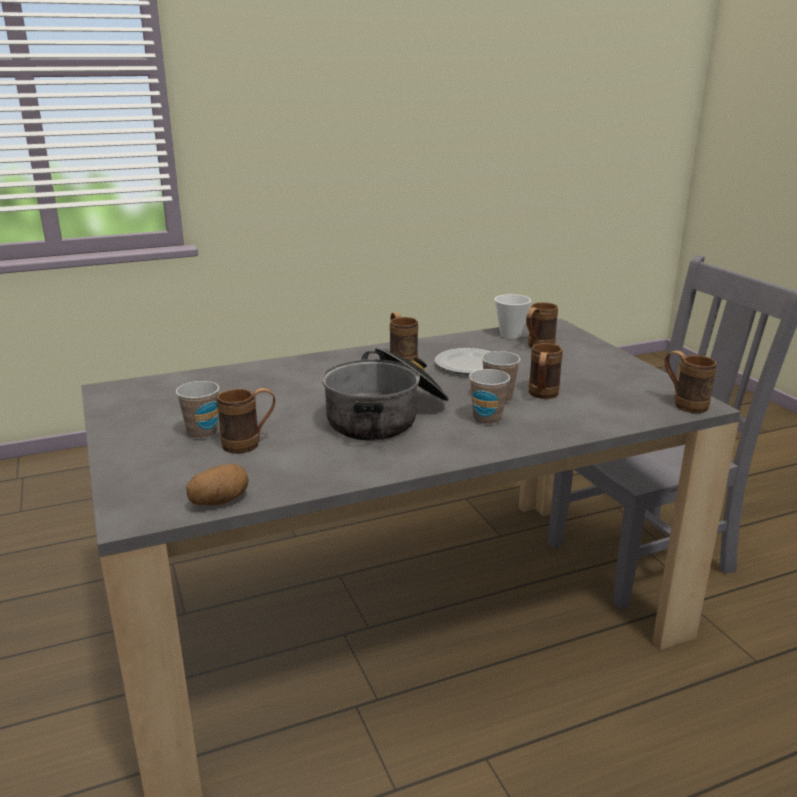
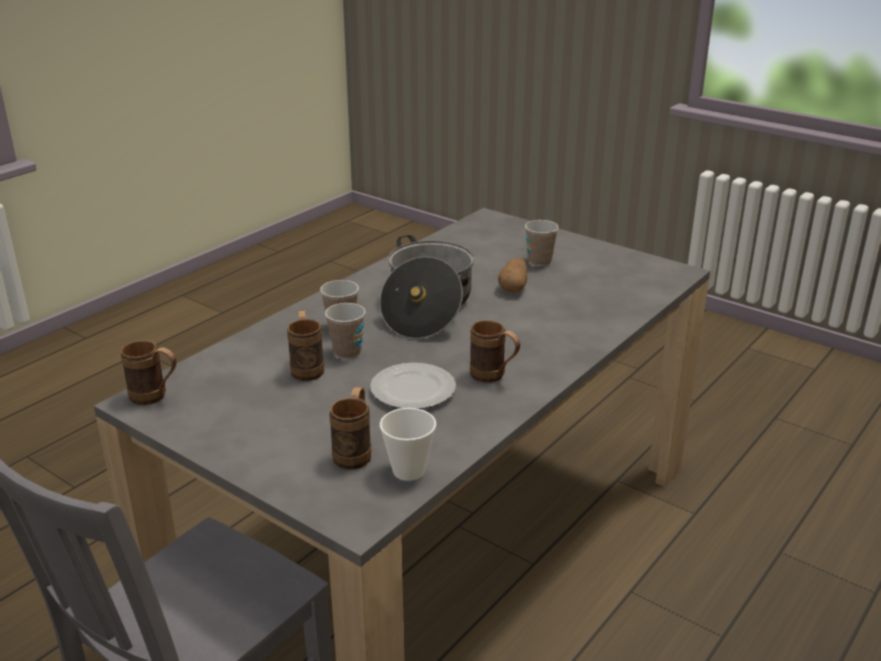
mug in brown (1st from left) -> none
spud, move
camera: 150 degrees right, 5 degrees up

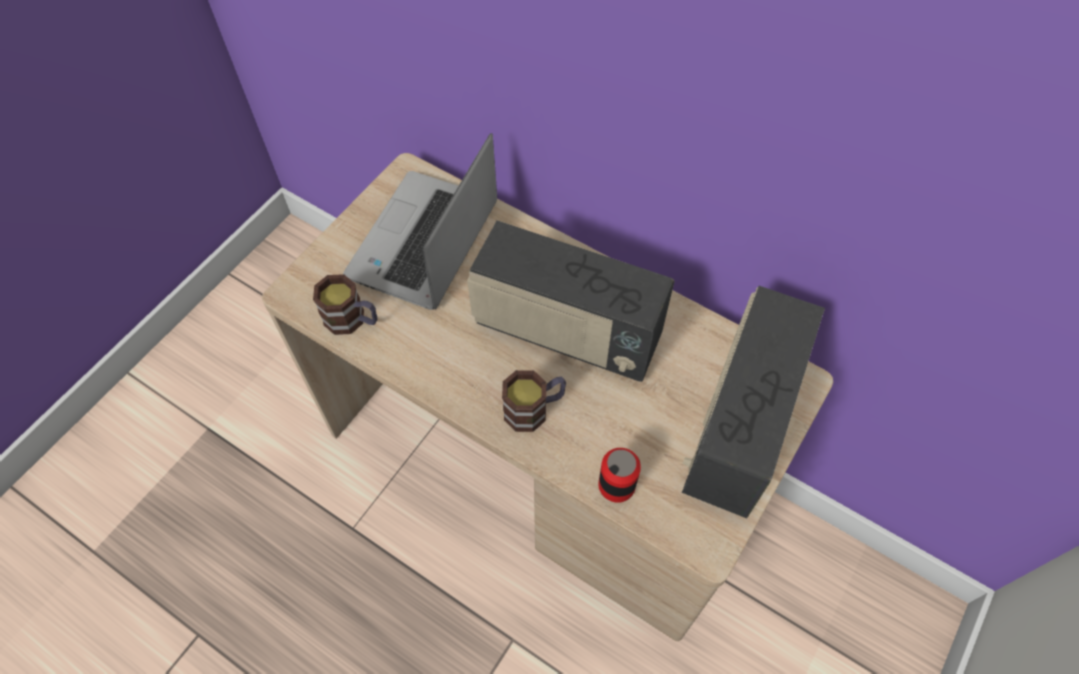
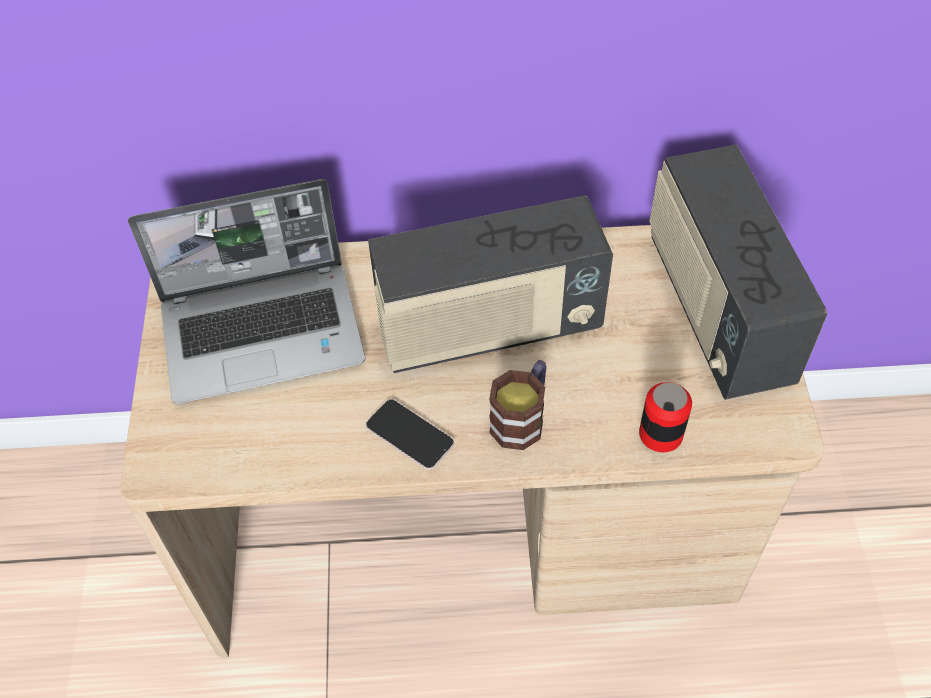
portable computer, 90 degrees counterclockwise
mug (1st from left) -> none
none -> phone
camera: 35 degrees left, 5 degrees down

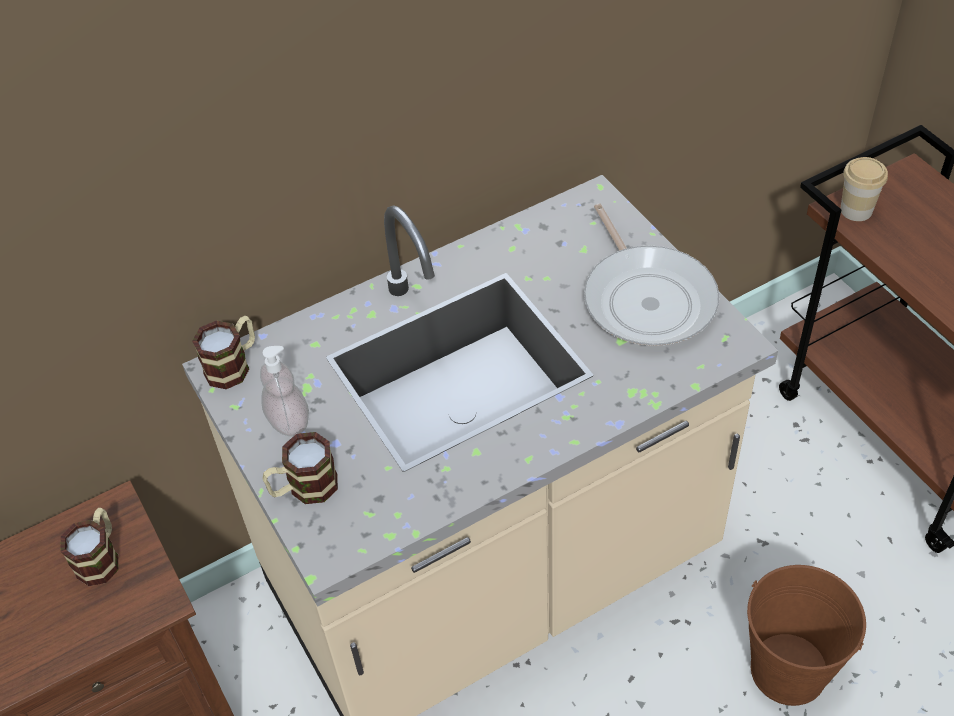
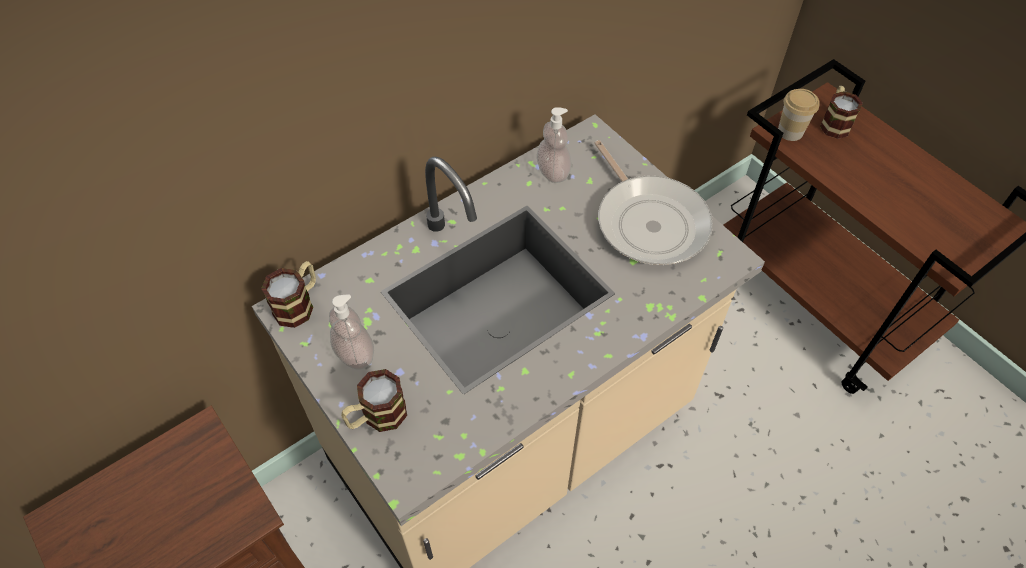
mug (1st from left in the first image) -> mug (3rd from left), move
bucket in brown -> none
none -> liquid soap bottle (2nd from left)
camera: 10 degrees left, 5 degrees up

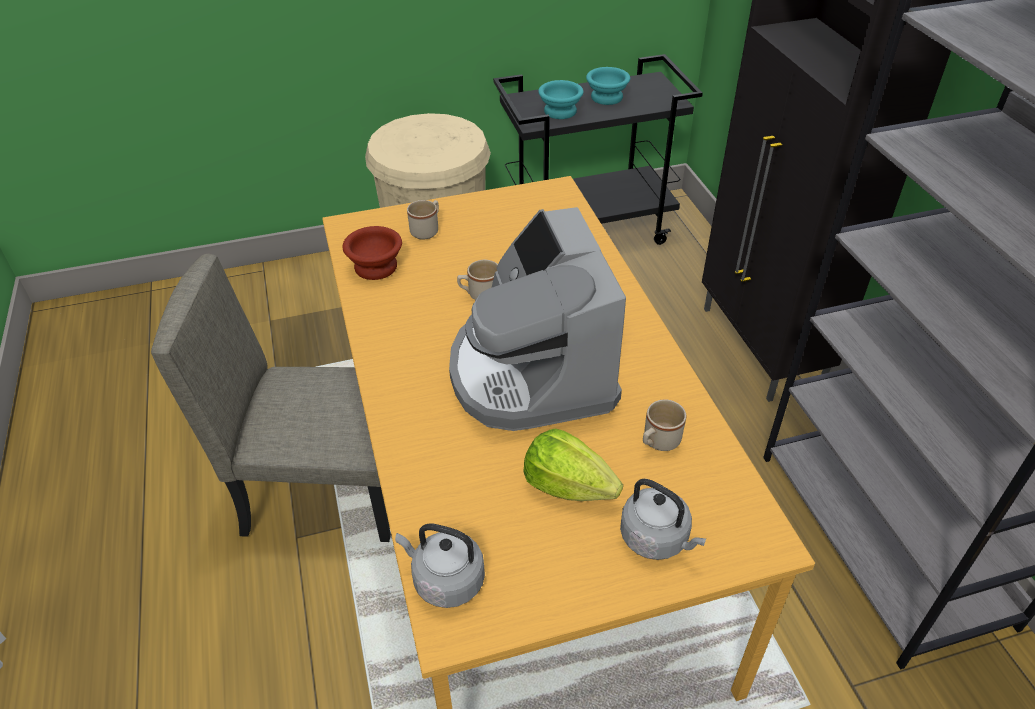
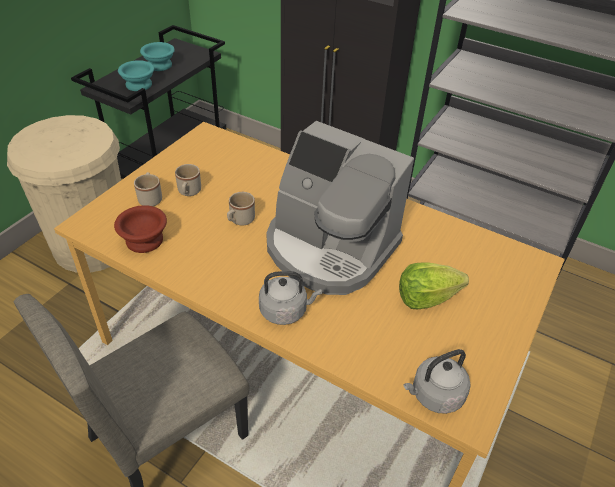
mug in beige-coloured (3rd from left in the first image) -> mug in beige-coloured (2nd from left), move
water kettle in grey (2nd from left in the first image) -> water kettle in grey (1st from left), move
camera: 45 degrees left, 0 degrees up

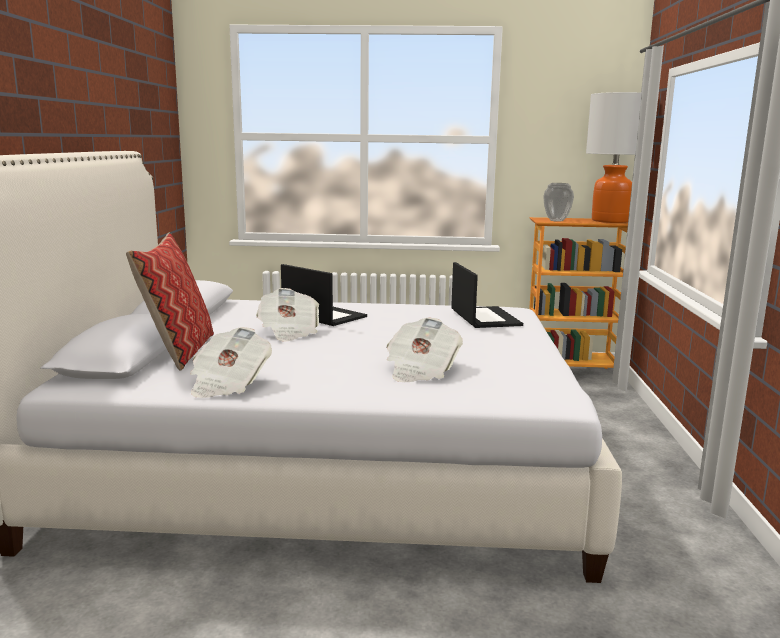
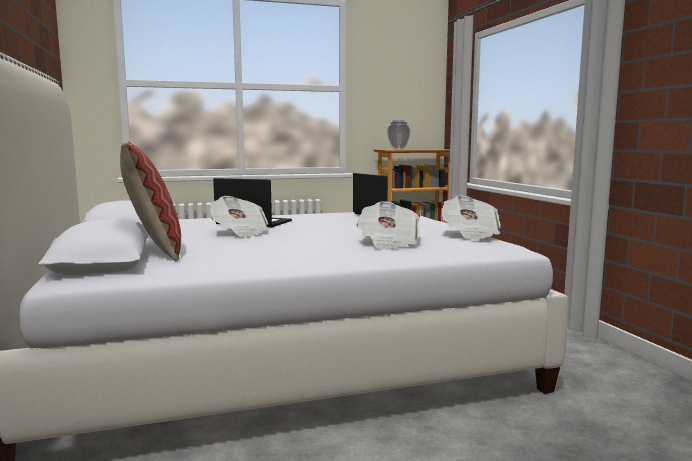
tabletop lamp -> none
daily paper (1st from left in the first image) -> daily paper (3rd from left), move
camera: 20 degrees left, 5 degrees down

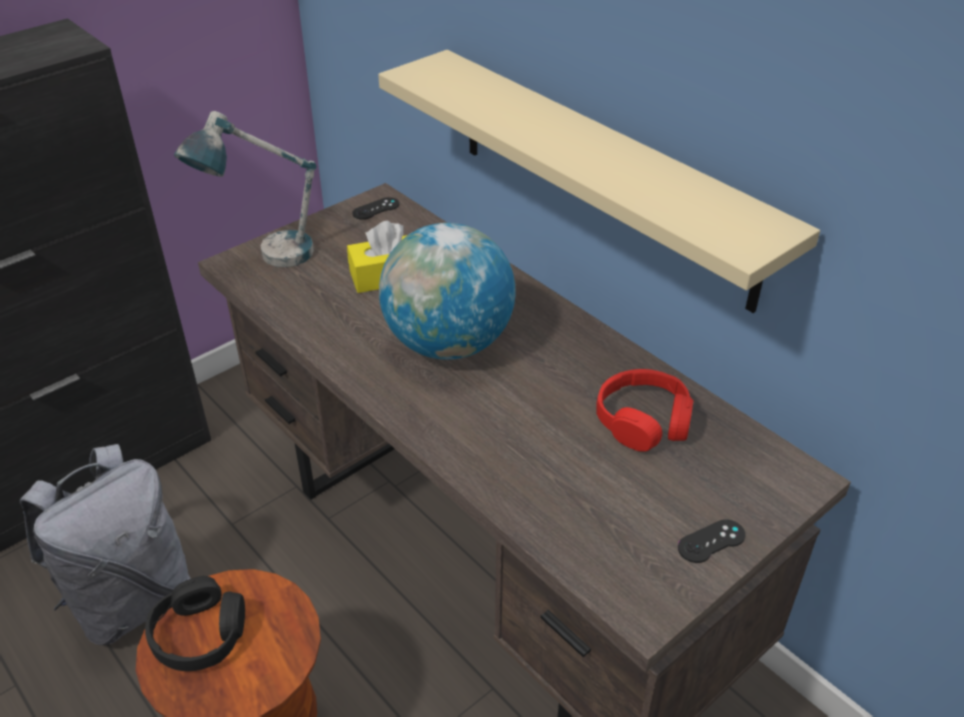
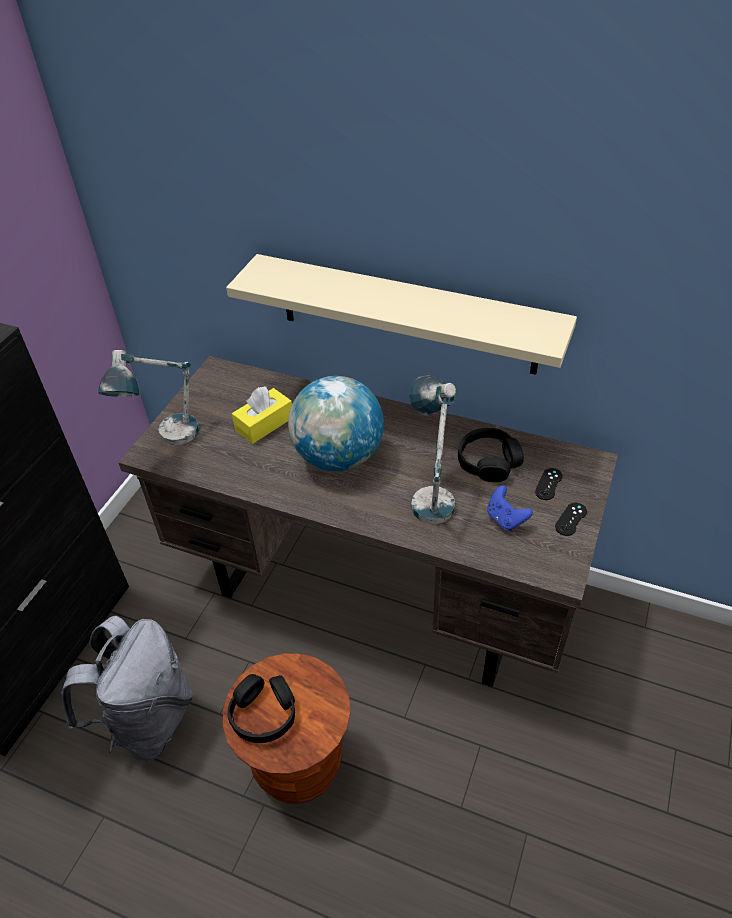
gamepad in black-coloured (1st from left), move
headset in red-coloured -> headset in black-coloured (2nd from left)
none -> tabletop lamp (2nd from left)
none -> gamepad in bluish
camera: 25 degrees left, 5 degrees up

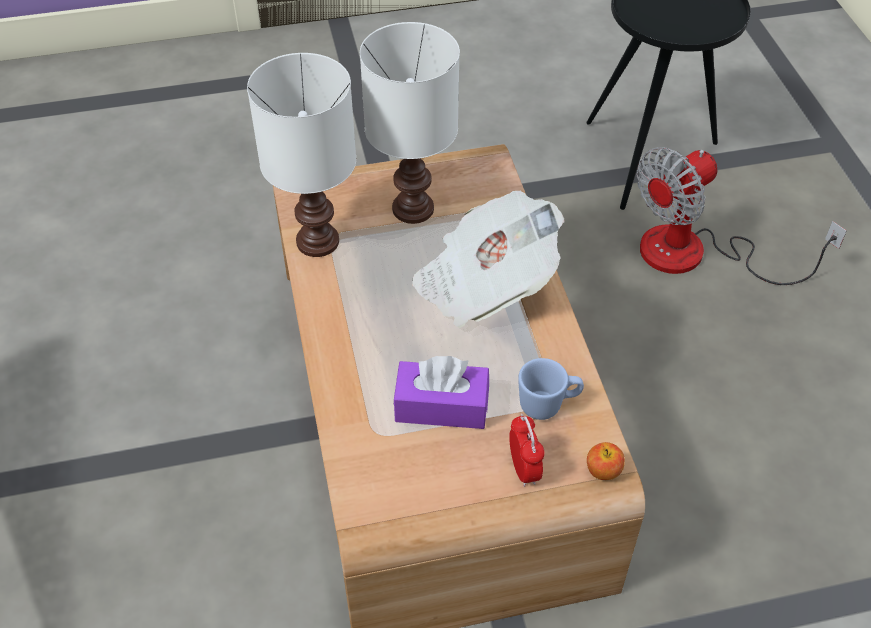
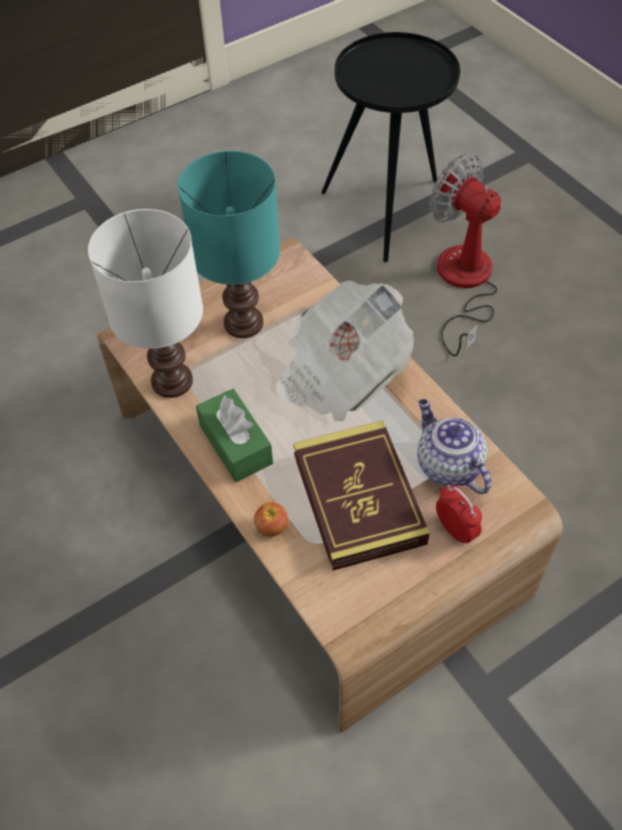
tabletop lamp in white-coloured (2nd from left) -> tabletop lamp in turquoise
cooling fan, 105 degrees clockwise
box of tissues in purplish -> bound book
mug in bluish -> pot for tea
apple fruit, move
none -> box of tissues in green-coloured
camera: 20 degrees left, 5 degrees up

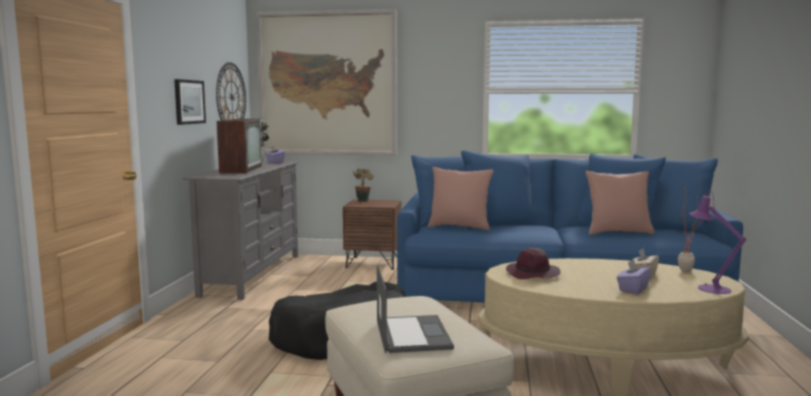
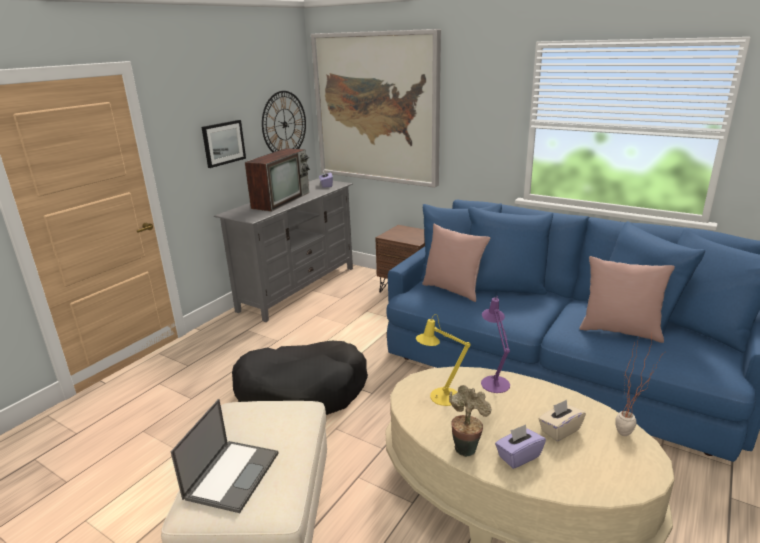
plant in a pot (1st from left), move
tabletop lamp in purplish, move
hat in purplish -> tabletop lamp in yellow-coloured
camera: 25 degrees right, 15 degrees up

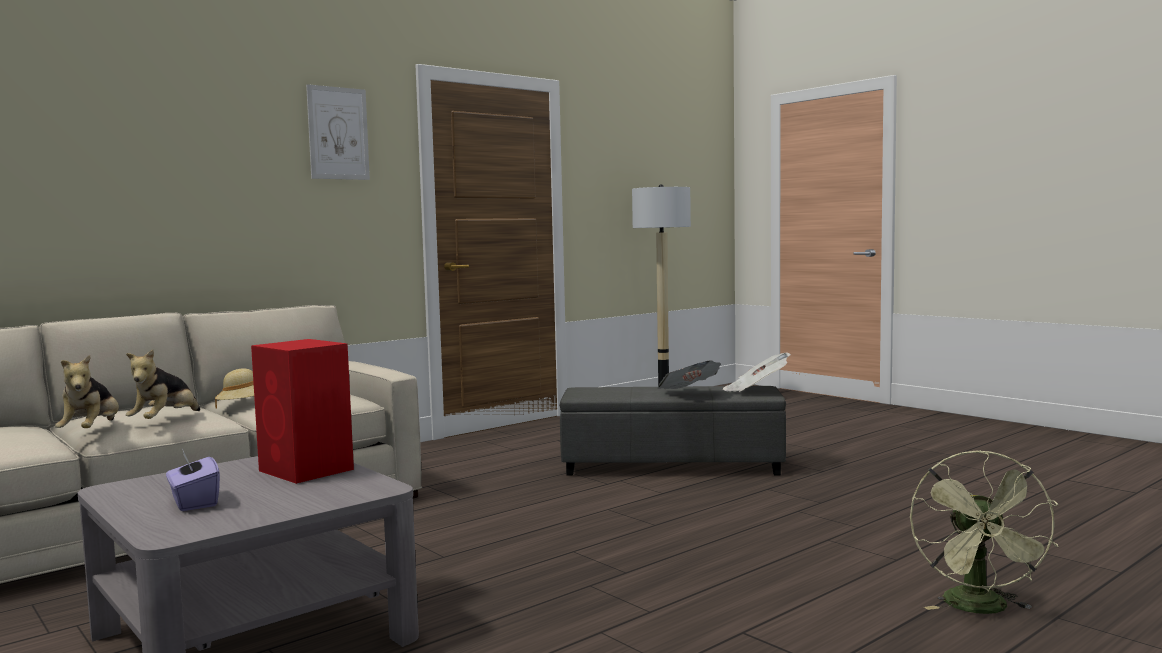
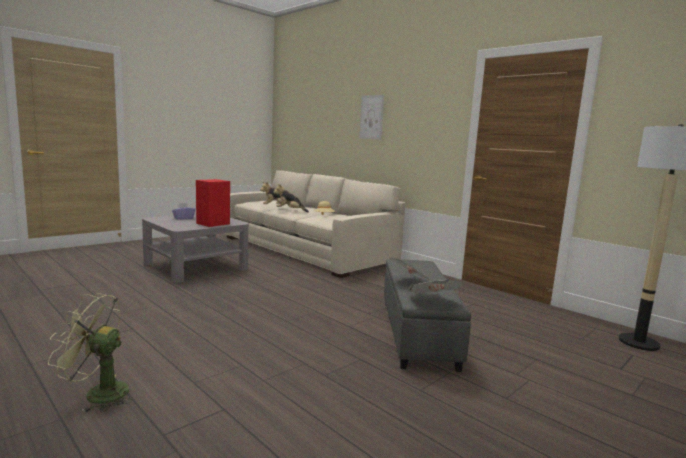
wall art, move
camera: 85 degrees right, 5 degrees up

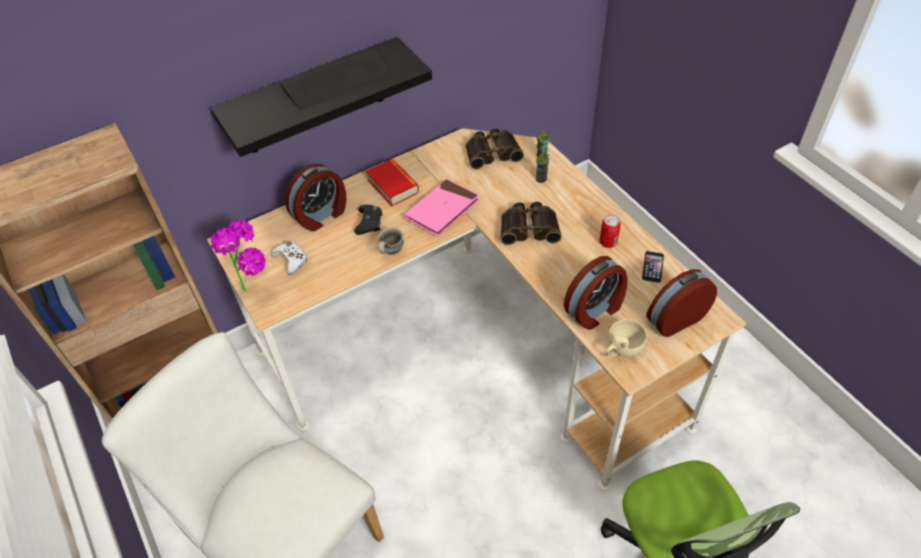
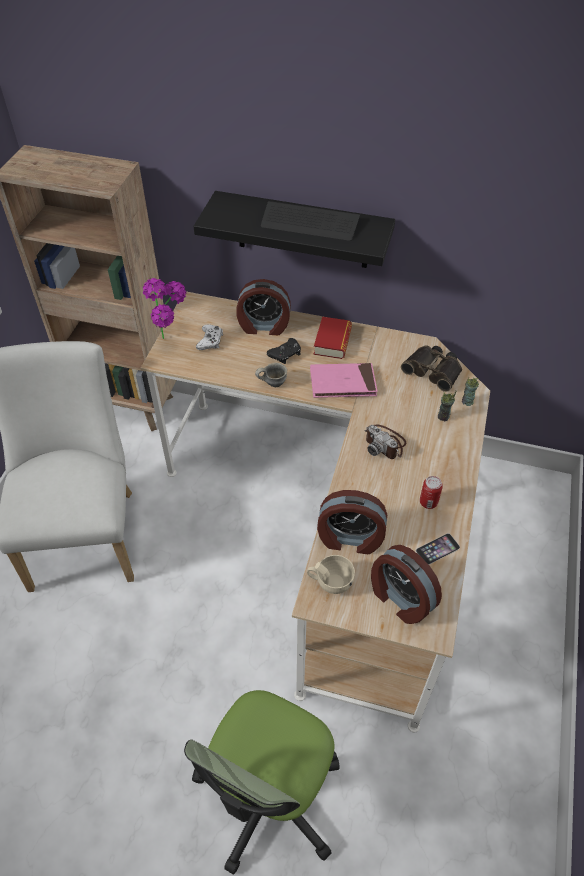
field glasses (2nd from left) -> photo camera
bedside clock (3rd from left), 150 degrees counterclockwise
camera: 45 degrees right, 0 degrees up

